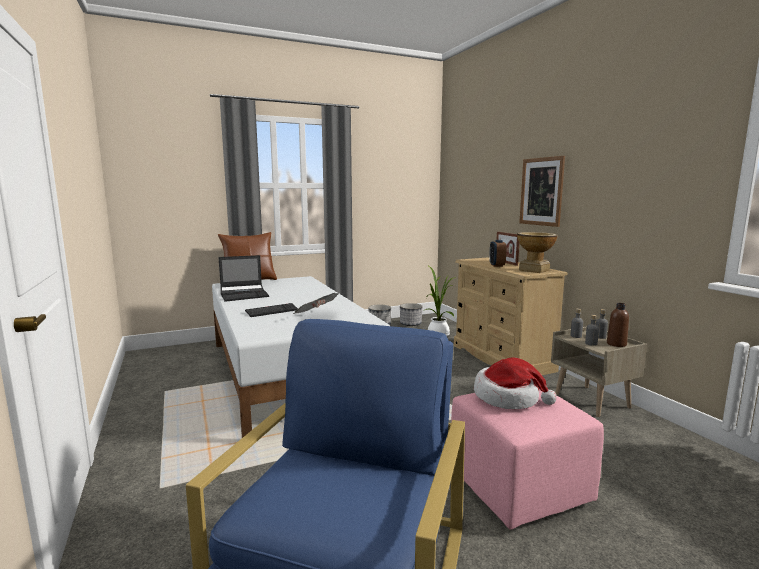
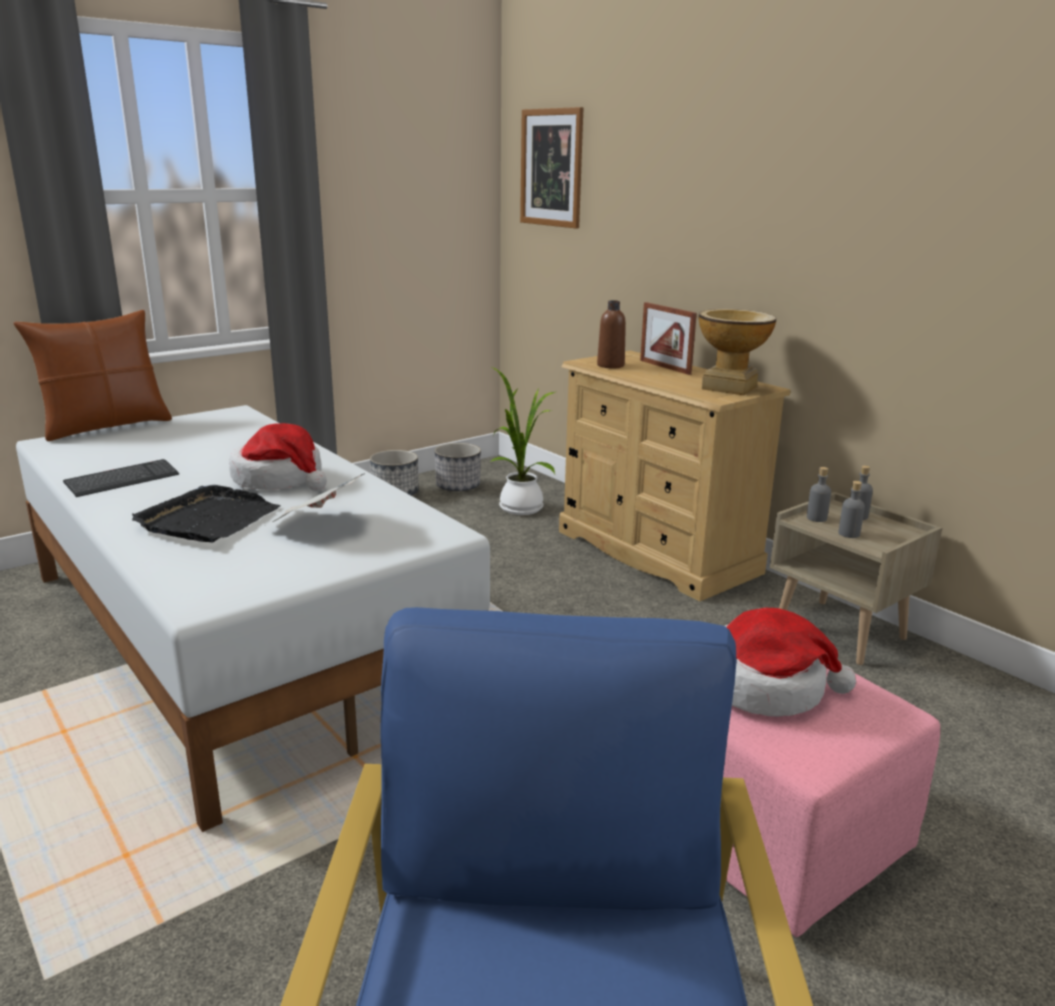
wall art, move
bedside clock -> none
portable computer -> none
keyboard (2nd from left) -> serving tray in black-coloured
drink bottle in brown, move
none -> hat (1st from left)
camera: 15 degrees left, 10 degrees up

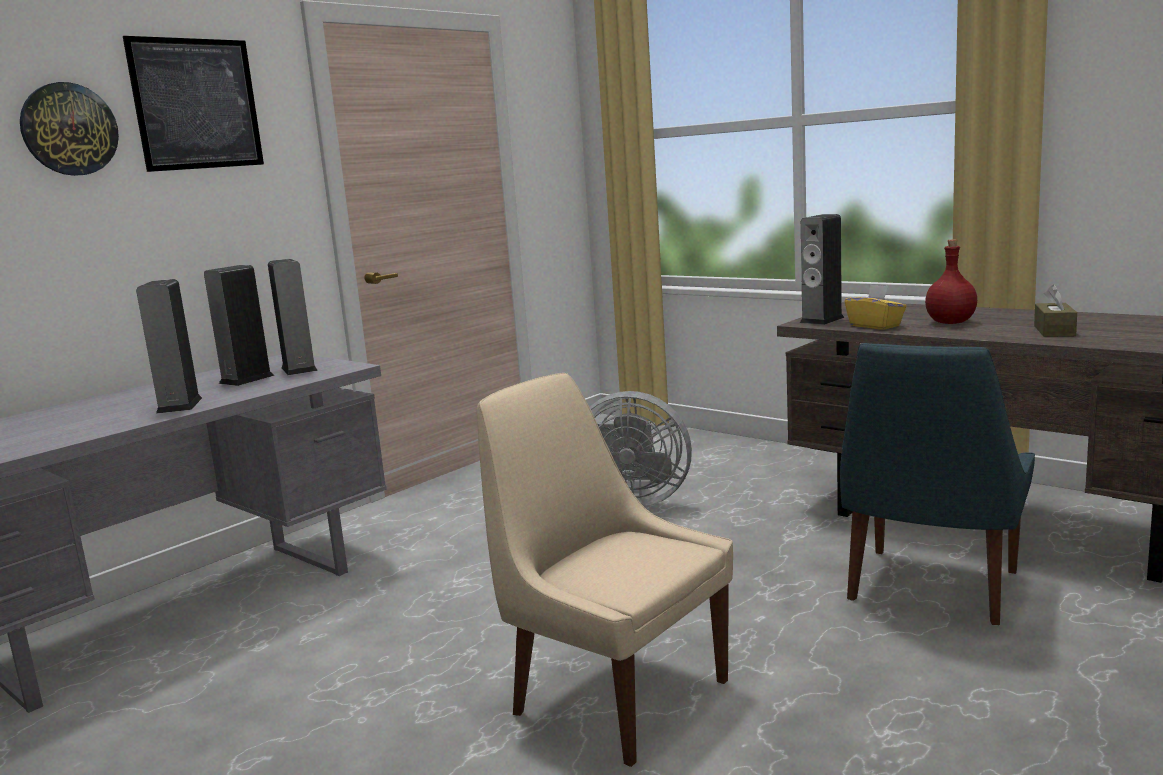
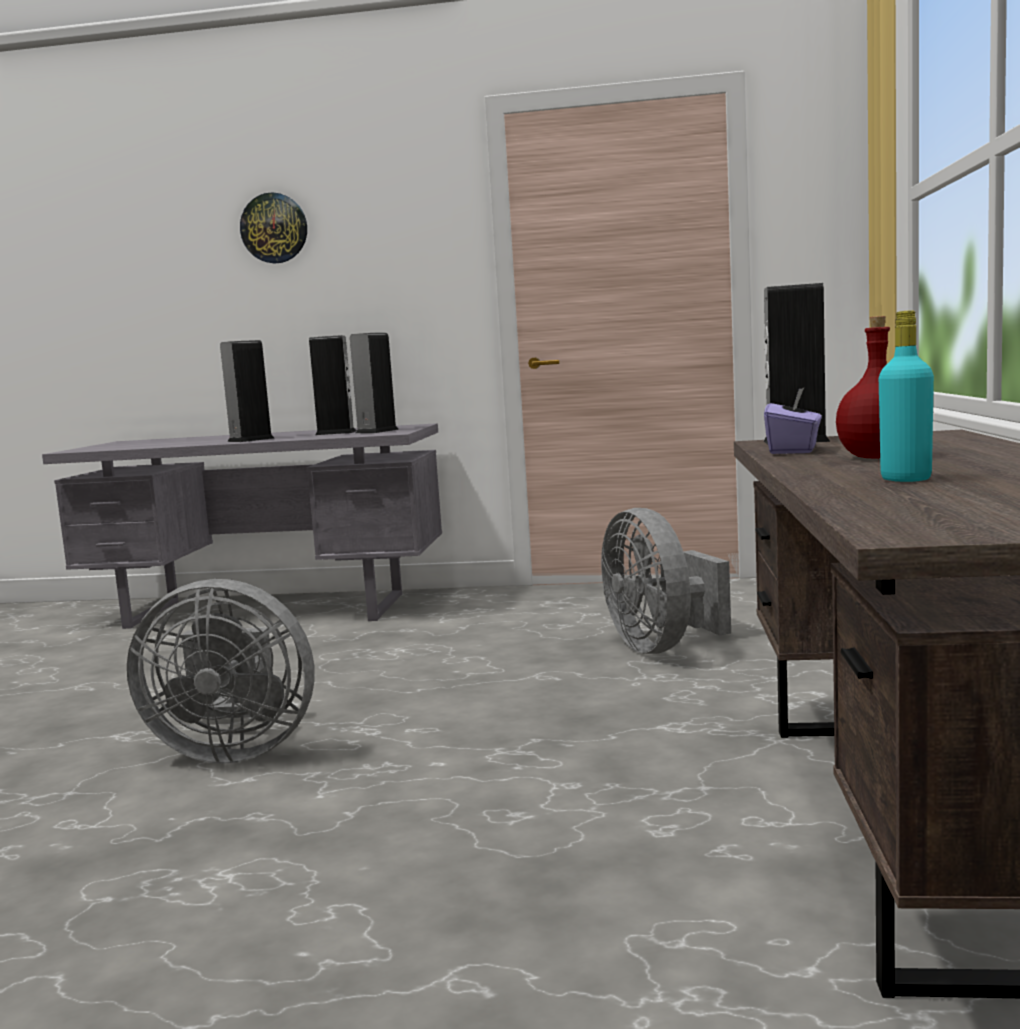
wall art -> none
box of tissues in yellow-coloured -> box of tissues in purplish
box of tissues in brown -> drink bottle in turquoise
chair in bluish -> none
chair in beige-coloured -> cooling fan in grey (1st from left)
camera: 55 degrees right, 5 degrees down

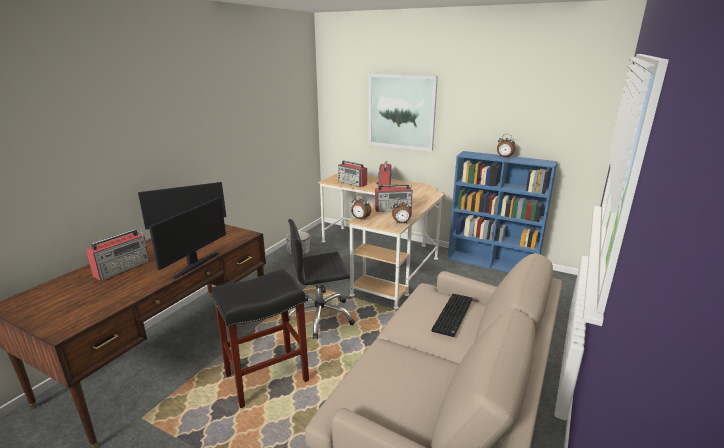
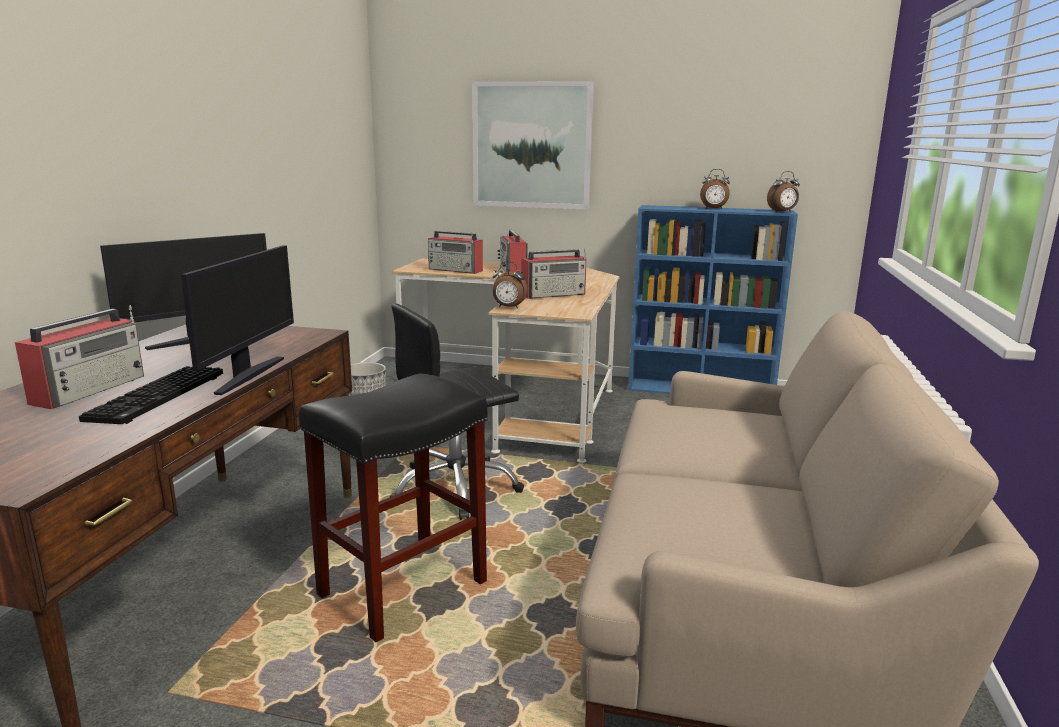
bedside clock (2nd from left in the first image) -> bedside clock (3rd from left), move
keyboard, move
camera: 15 degrees left, 5 degrees down

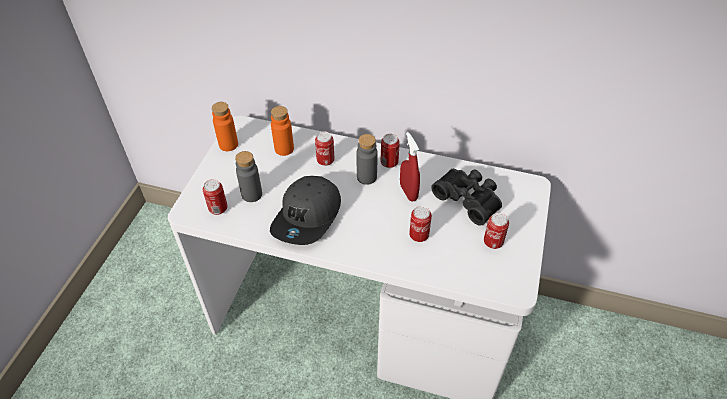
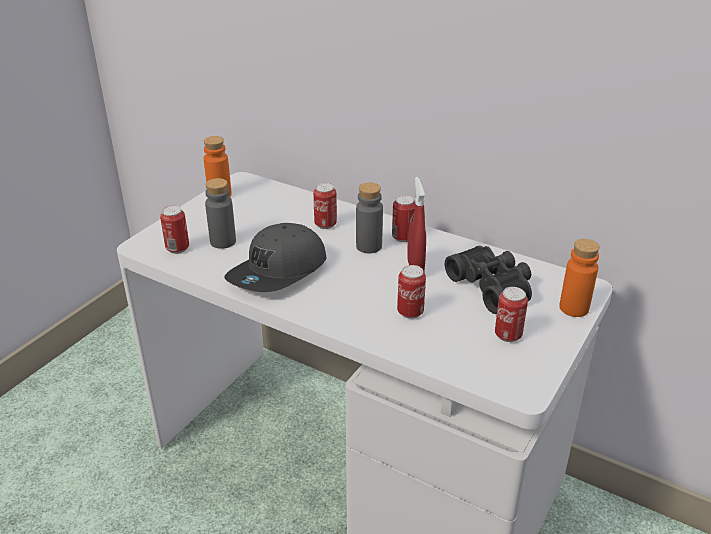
drink bottle in orange-coloured (2nd from left), move
camera: 15 degrees right, 15 degrees down

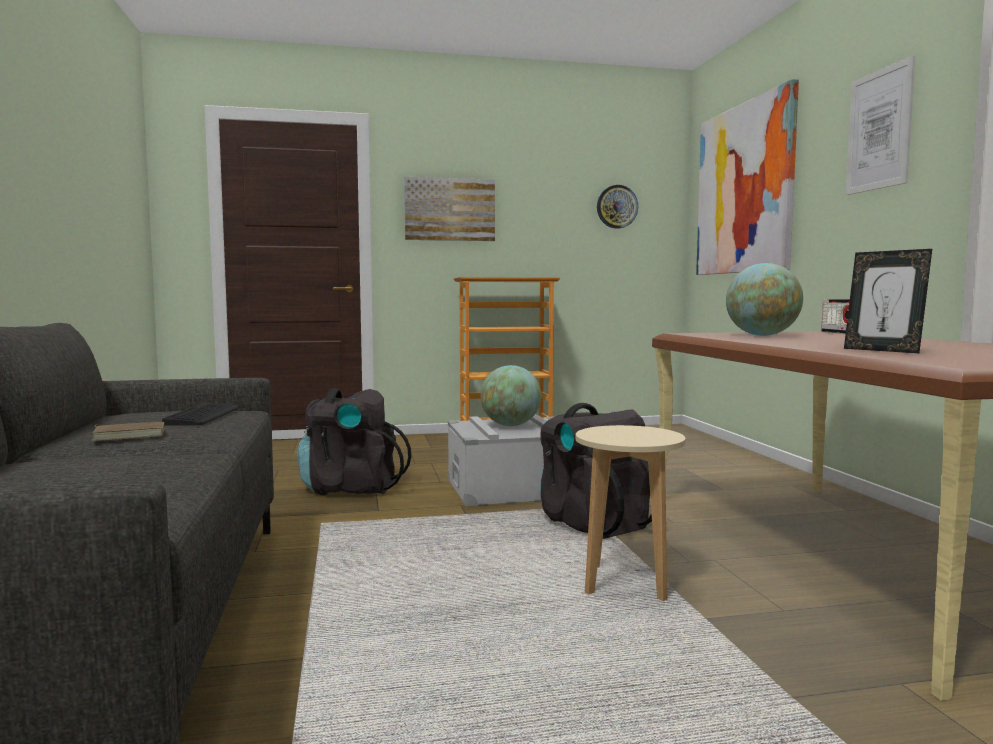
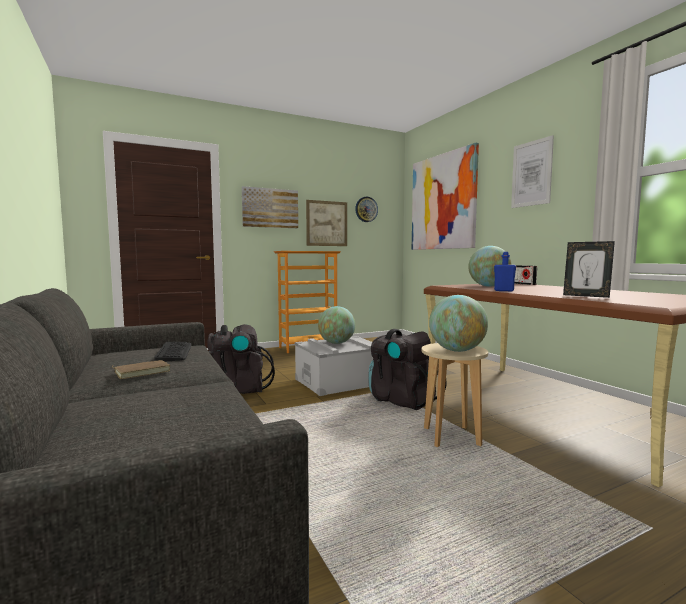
none -> wall art (2nd from left)
none -> drink bottle in bluish
none -> desk globe (2nd from left)
camera: 15 degrees left, 0 degrees up

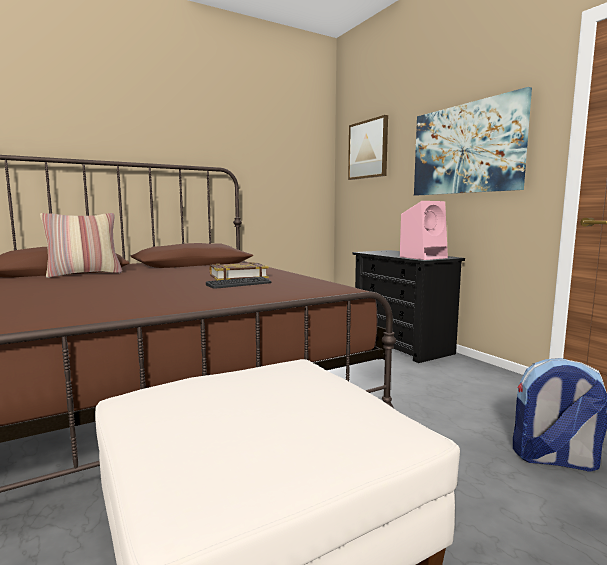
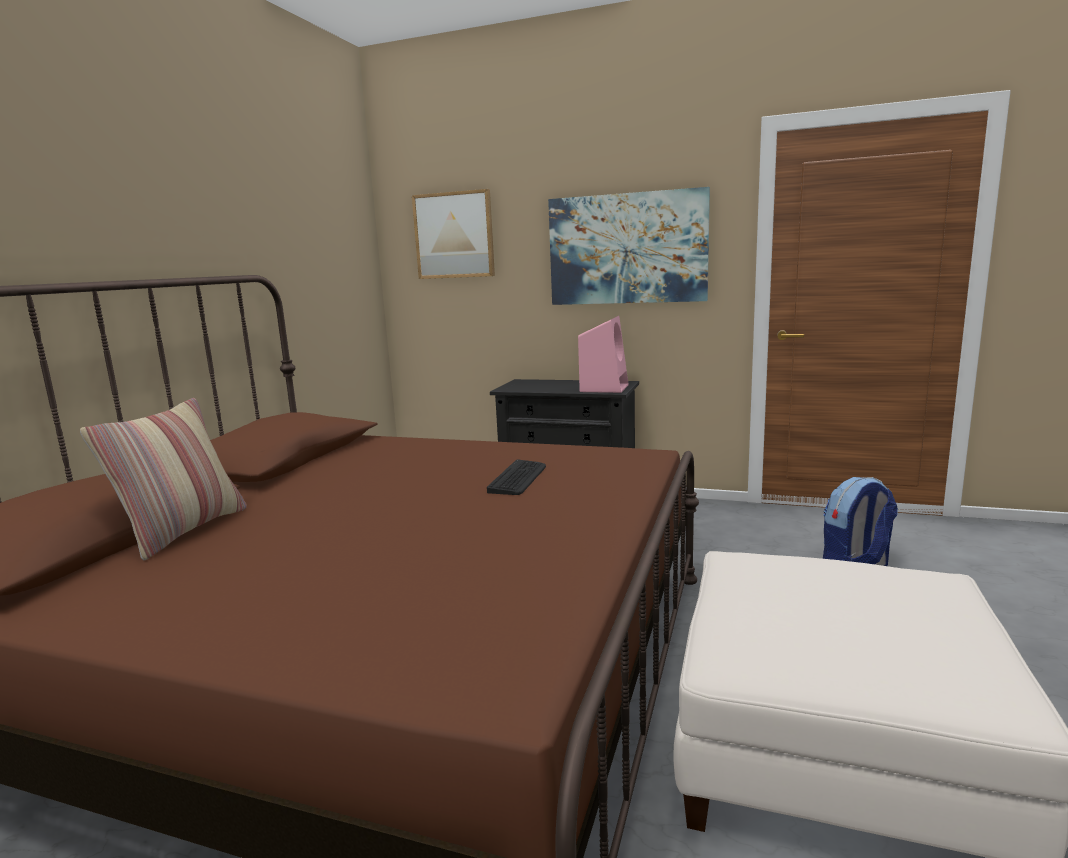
bound book -> none
camera: 40 degrees left, 5 degrees up

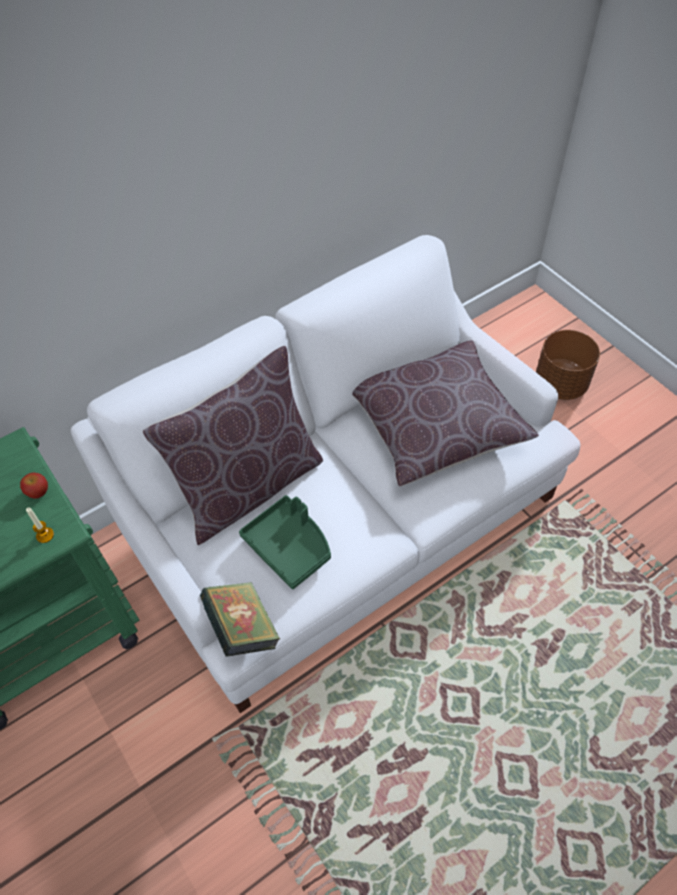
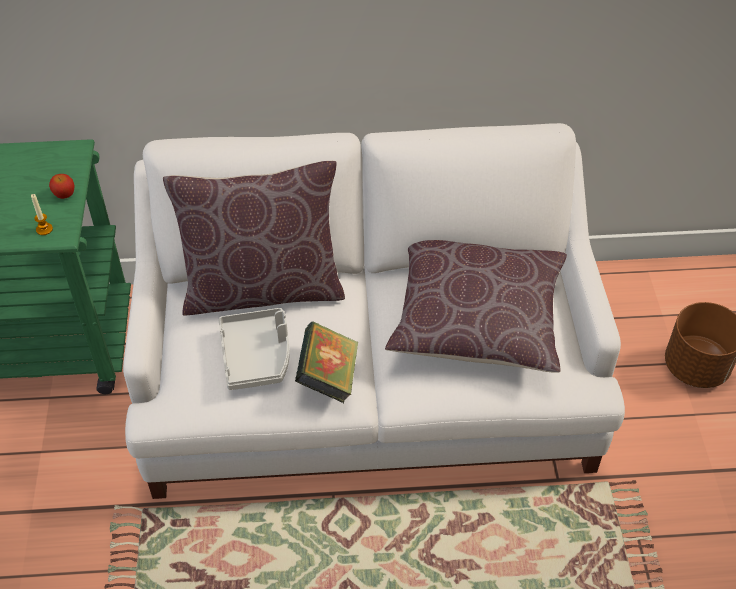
serving tray in green-coloured -> serving tray in grey
bound book, move
camera: 30 degrees right, 5 degrees down

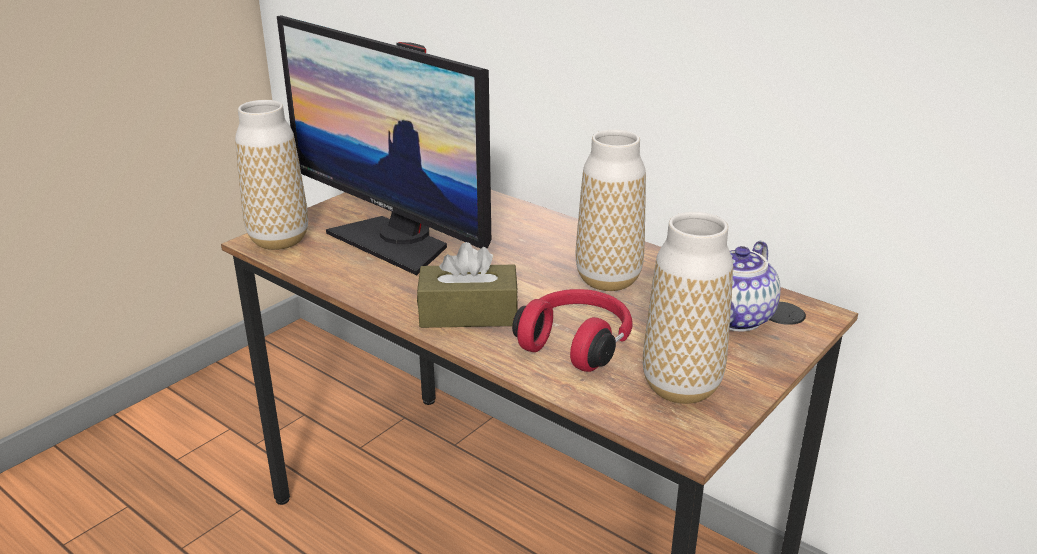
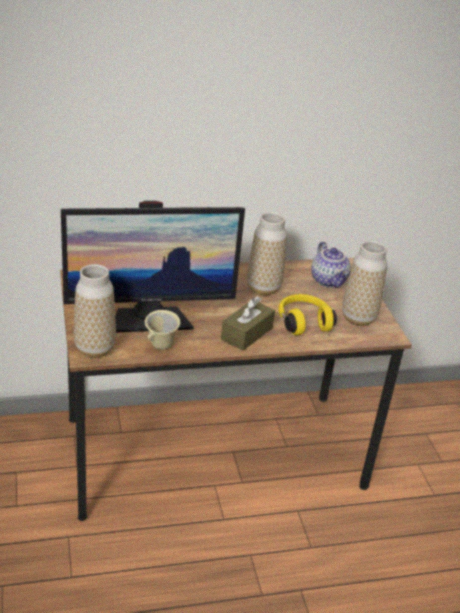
headset in red-coloured -> headset in yellow-coloured
none -> mug in beige-coloured
camera: 55 degrees left, 5 degrees up

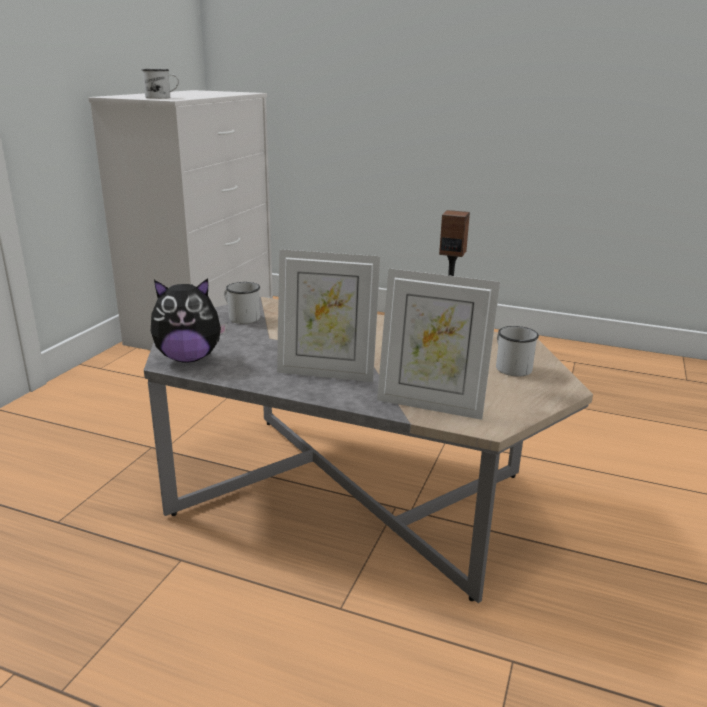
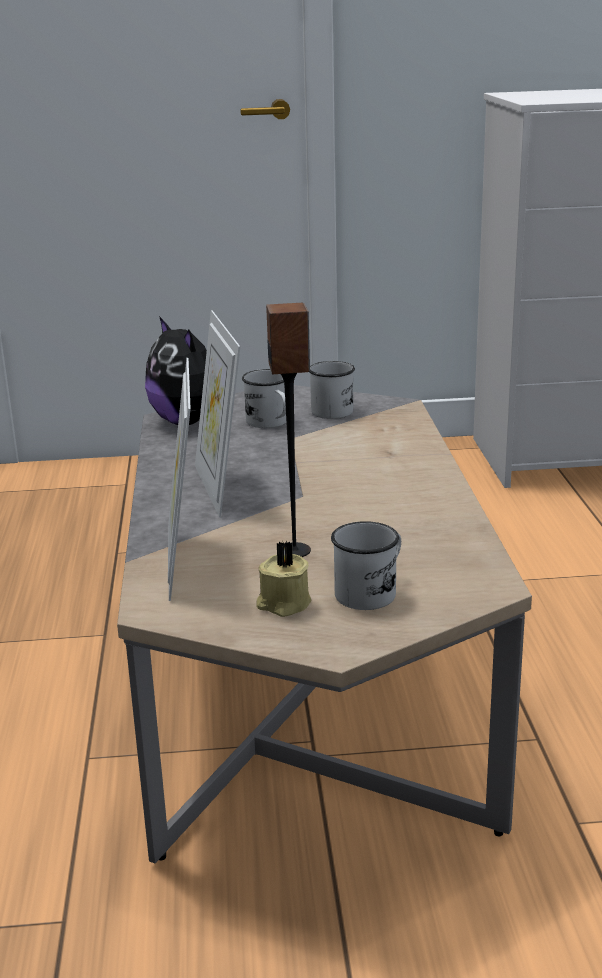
mug in white-coloured (1st from left), move
none -> candle in beige-coloured
camera: 65 degrees right, 0 degrees up

